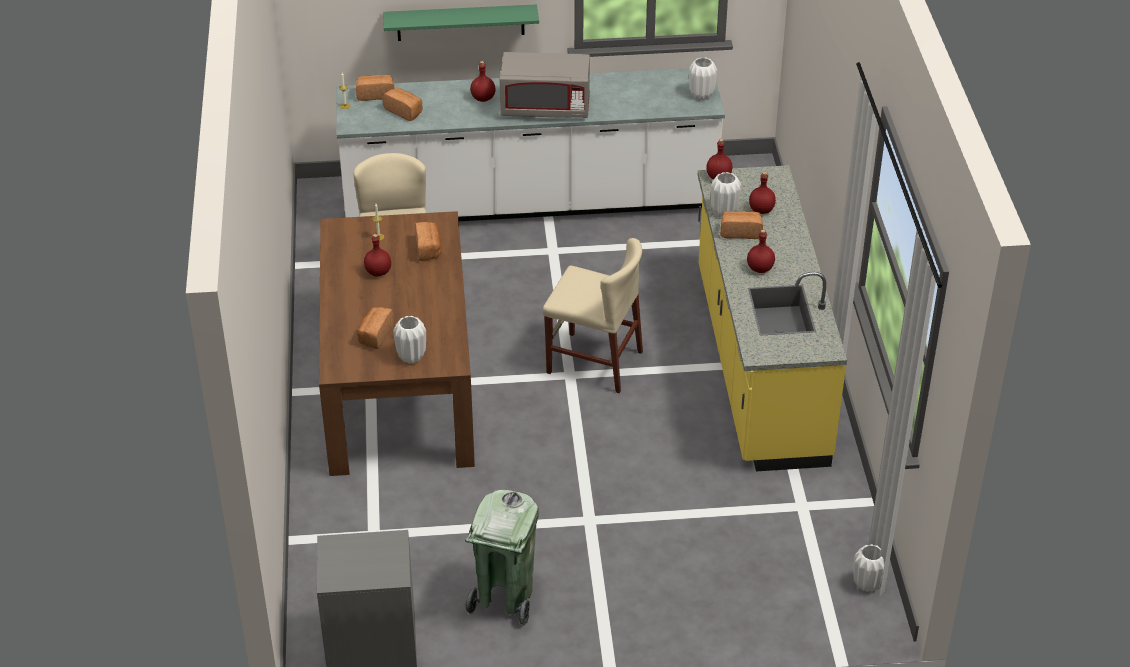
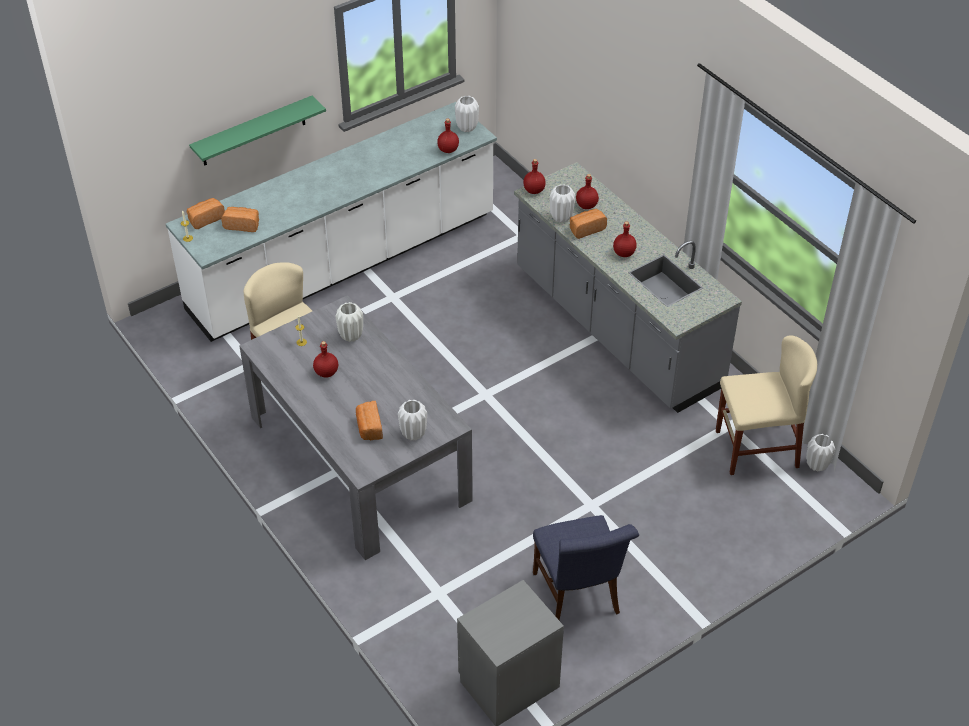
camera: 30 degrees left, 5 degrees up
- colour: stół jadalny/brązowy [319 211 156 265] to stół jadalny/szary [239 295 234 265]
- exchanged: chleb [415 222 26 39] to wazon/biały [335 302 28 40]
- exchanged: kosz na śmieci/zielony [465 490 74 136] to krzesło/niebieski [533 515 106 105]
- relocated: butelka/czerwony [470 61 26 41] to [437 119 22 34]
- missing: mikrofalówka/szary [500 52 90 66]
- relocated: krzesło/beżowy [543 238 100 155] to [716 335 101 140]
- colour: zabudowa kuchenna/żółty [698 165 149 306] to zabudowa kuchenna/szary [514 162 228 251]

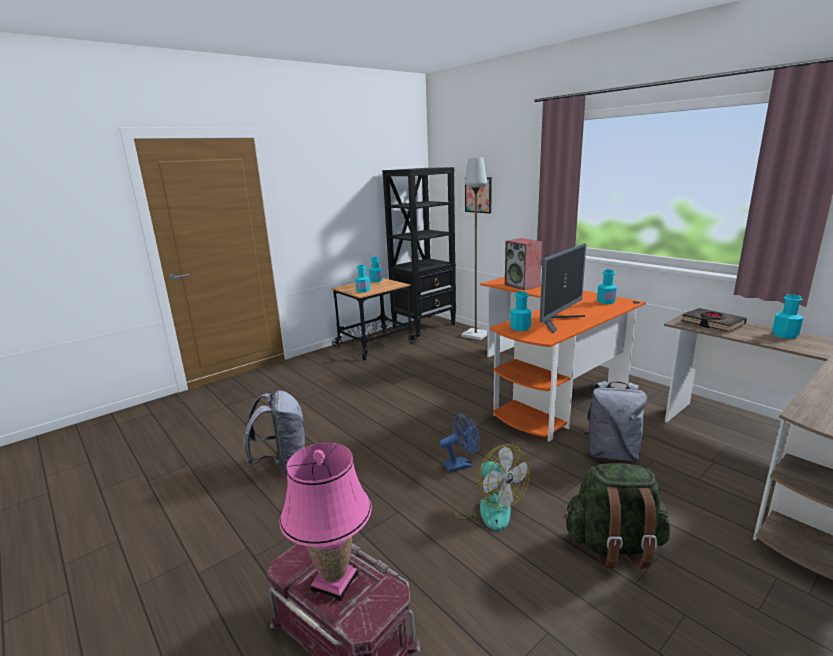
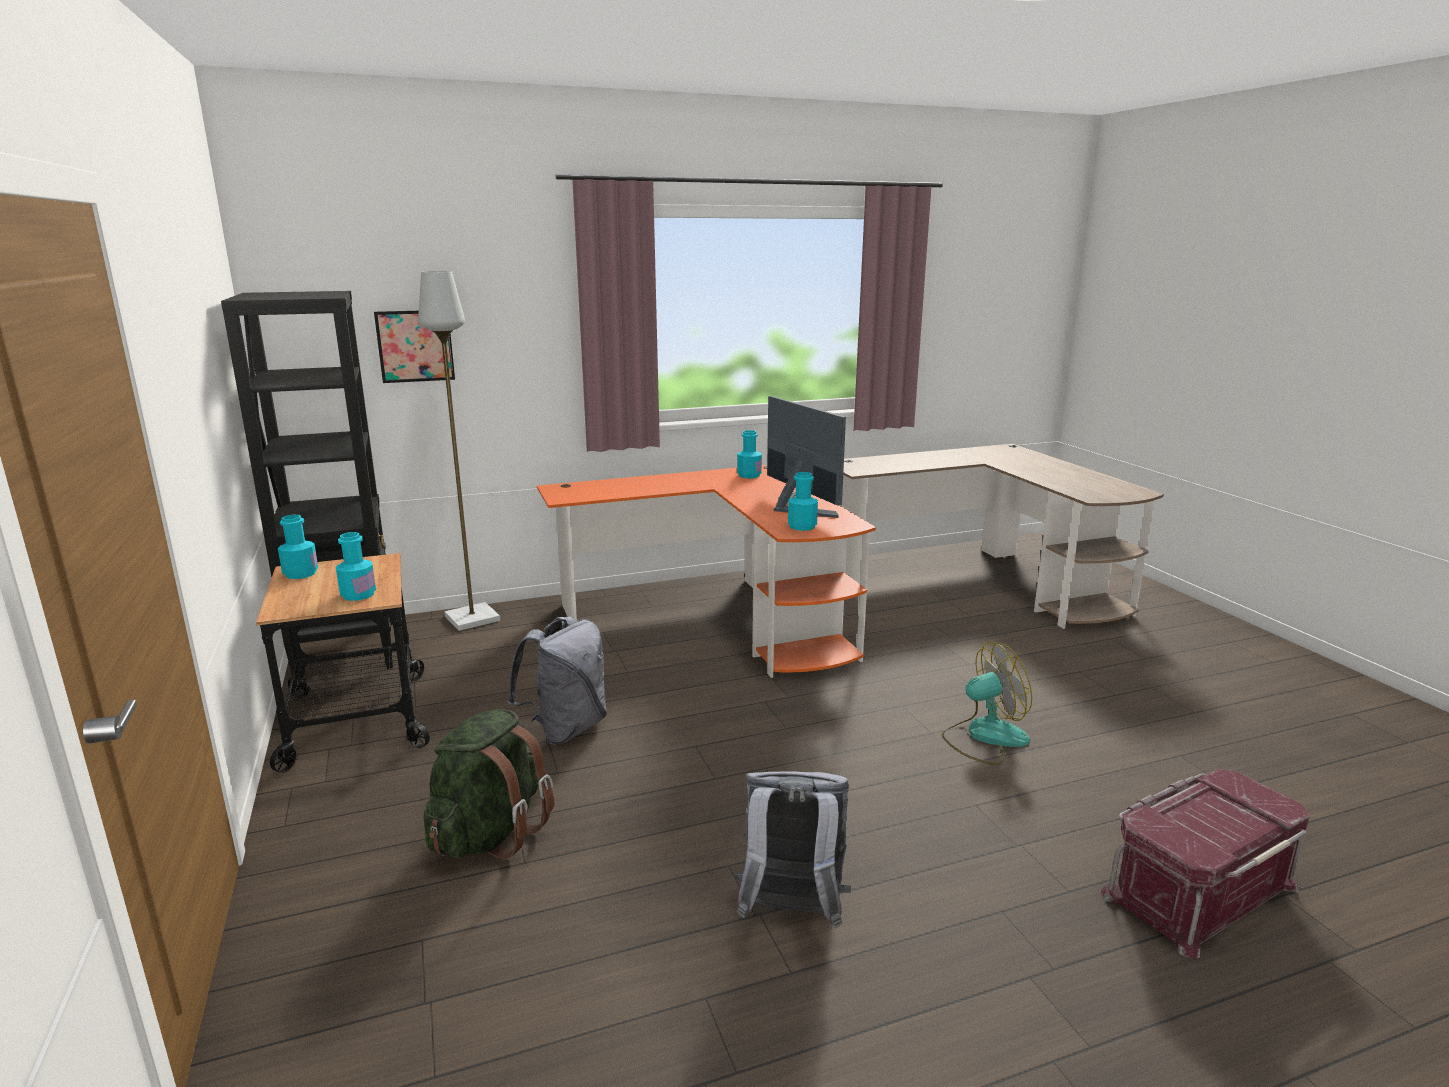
camera: 70 degrees left, 0 degrees up
- missing: lampa stołowa/różowy [279 443 93 158]
- missing: wentylator/niebieski [440 413 40 59]
- missing: głośnik [505 238 37 52]
- relocated: plecak/zielony [564 463 106 106] to [423 709 131 150]
- relocated: plecak/szary [584 381 63 80] to [507 617 100 128]
- missing: książka/czarny [682 308 65 24]
- missing: butelka/turkusowy [772 294 31 44]

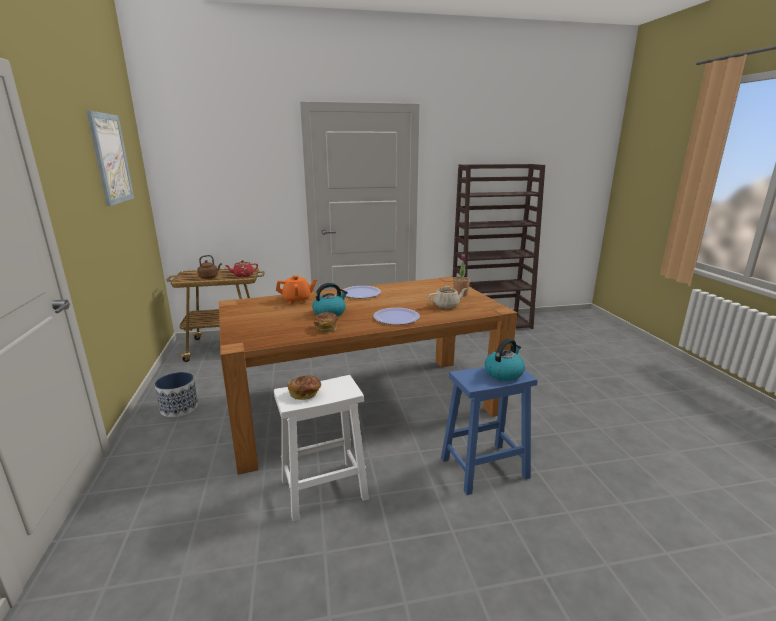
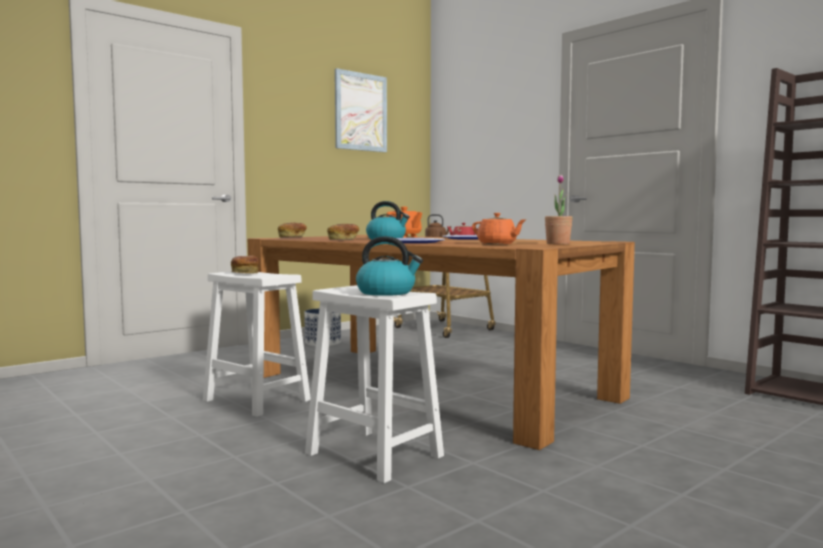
camera: 60 degrees right, 15 degrees down
- colour: imbryk/beżowy [428 286 39 22] to imbryk/pomarańczowy [472 213 55 31]
- colour: stołek/niebieski [441 366 97 129] to stołek/biały [305 285 139 198]
- appeared: chleb [278 223 29 14]

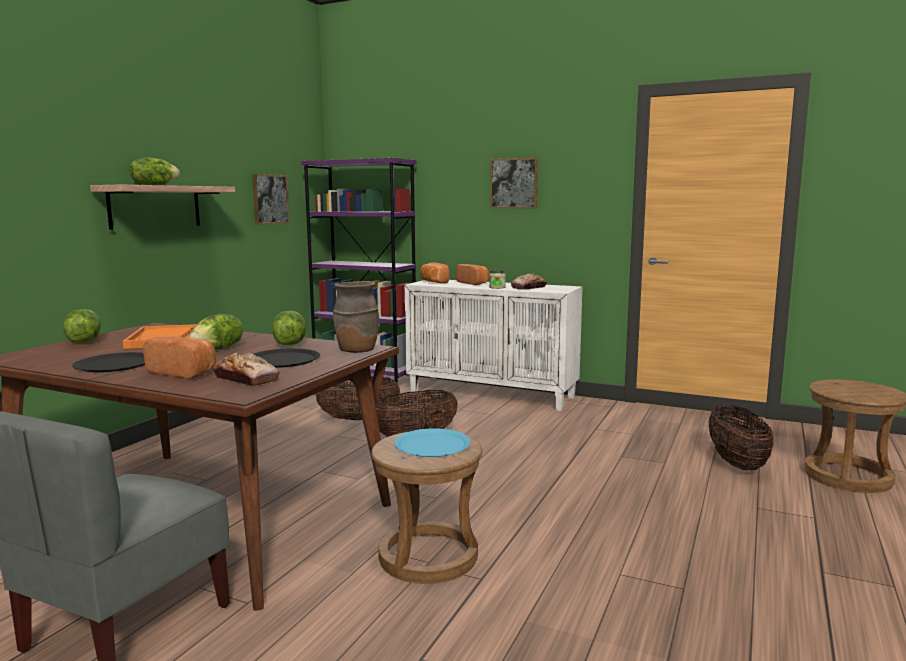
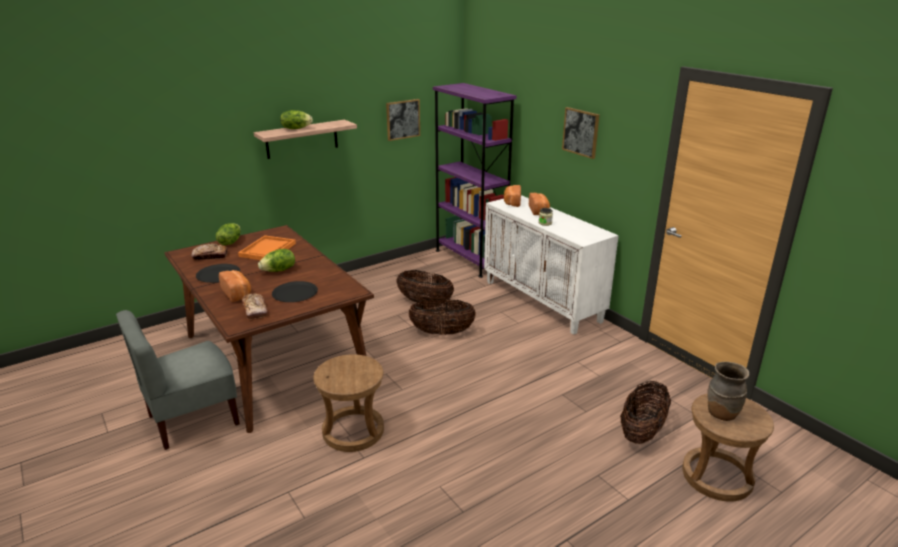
camera: 30 degrees right, 15 degrees up
- missing: sałata [272 311 34 34]
- relocated: wazon/brązowy [333 281 46 72] to [707 362 42 59]
- missing: talerz/niebieski [394 428 77 29]
- relocated: chleb [511 273 36 17] to [191 243 36 17]

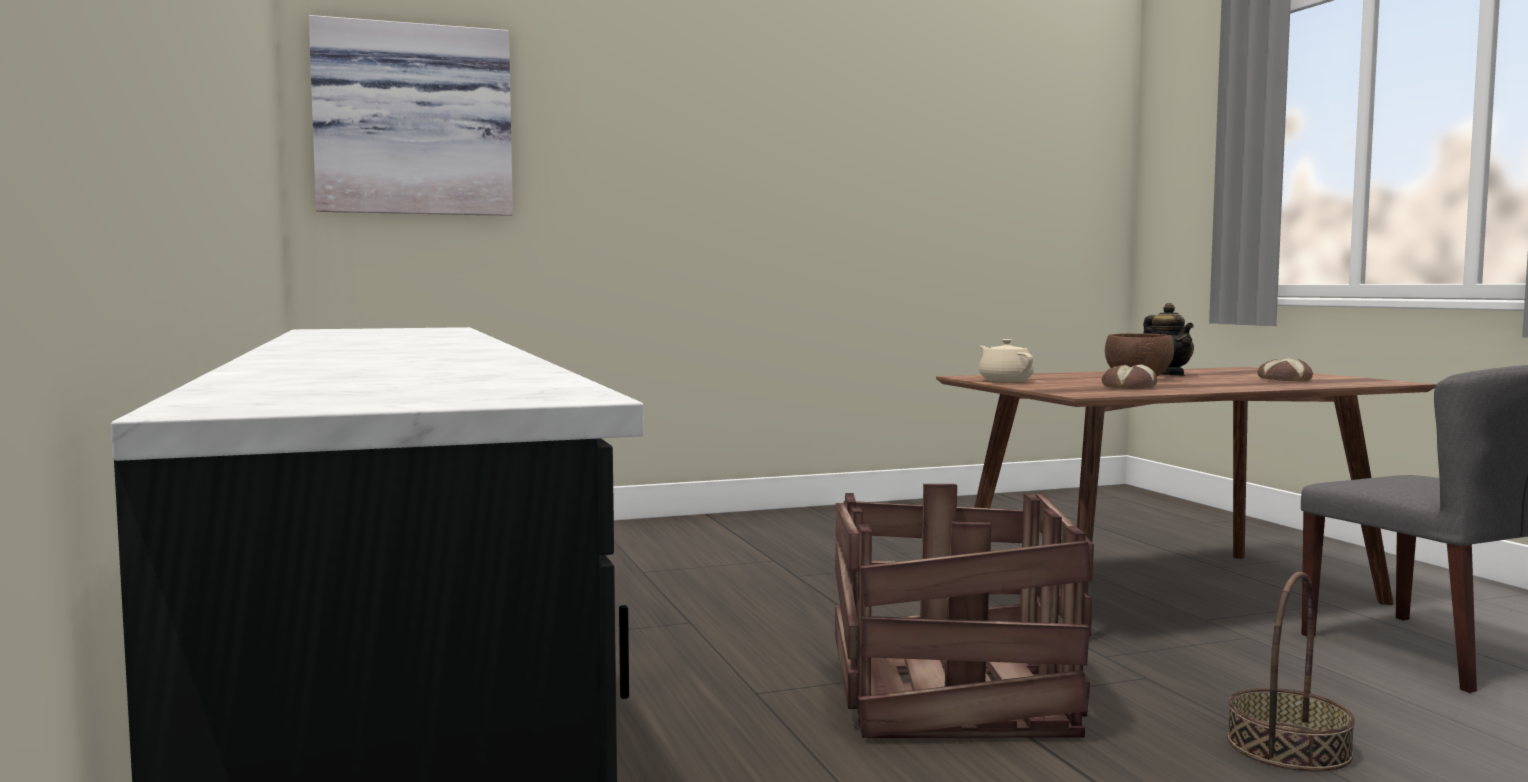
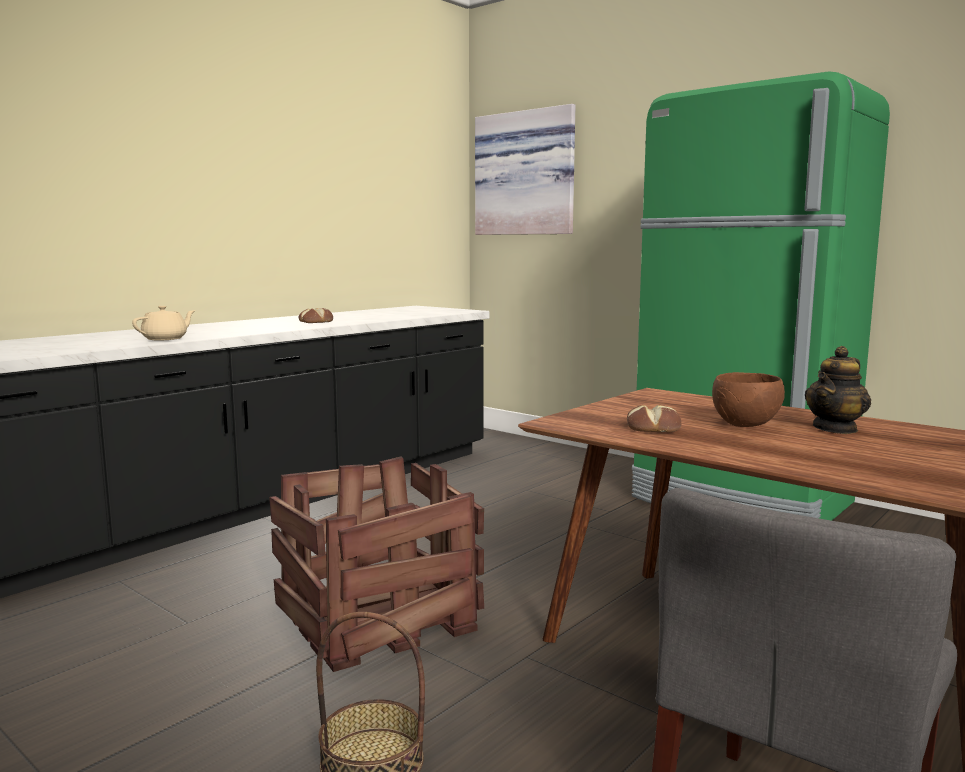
camera: 60 degrees right, 5 degrees up
- relocated: imbryk/beżowy [979 339 55 43] to [132 306 64 34]
- relocated: chleb [1258 358 55 23] to [299 308 34 15]
- appeared: lodówka/zielony [632 71 258 450]

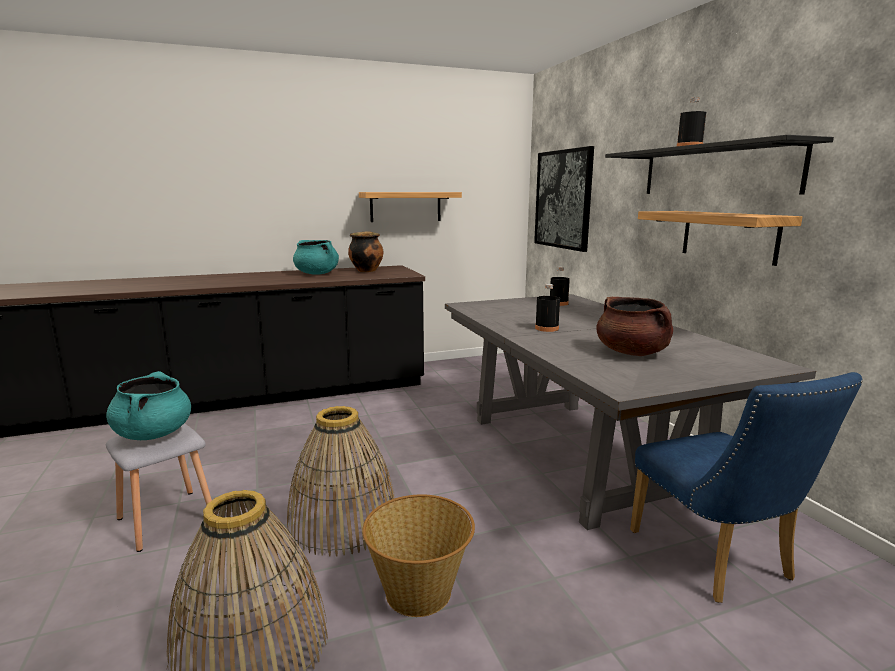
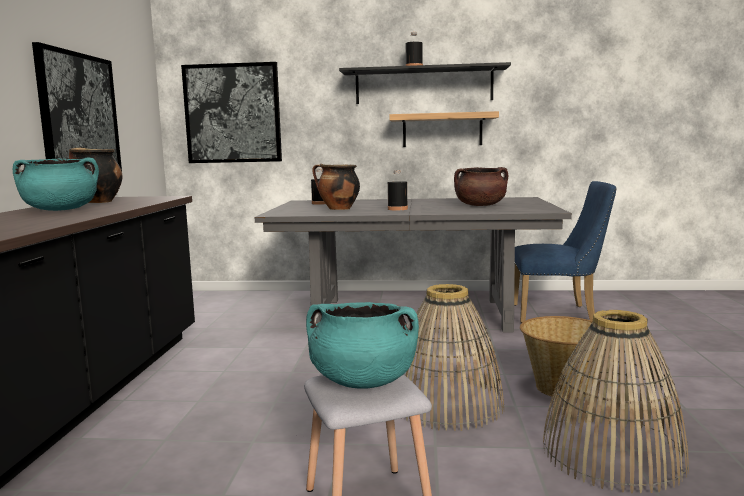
camera: 65 degrees left, 5 degrees down
- exchanged: półka [359 192 103 30] to obraz [32 42 90 129]
- appeared: garnek [312 164 48 46]

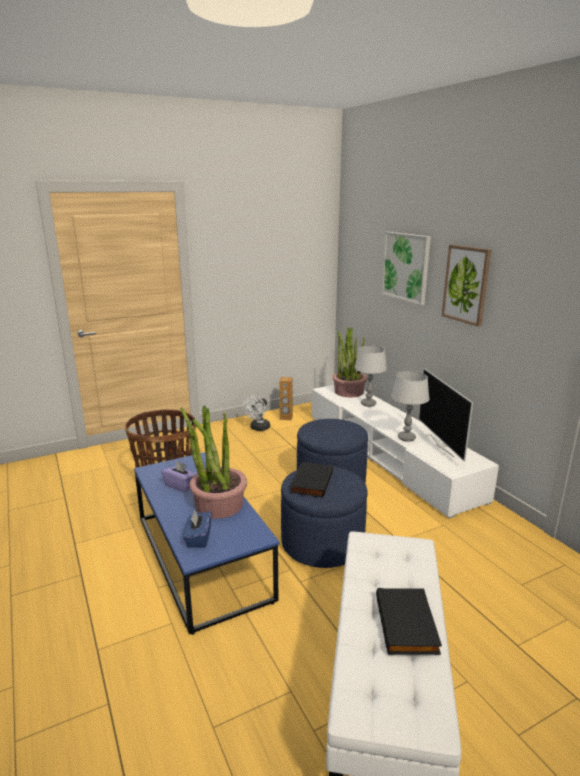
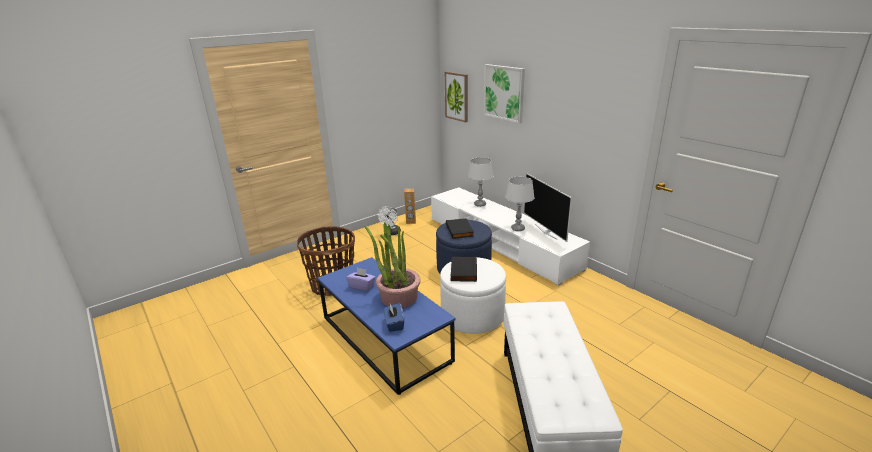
camera: 10 degrees left, 5 degrees up
- colour: pufa/niebieski [281 466 87 102] to pufa/biały [440 257 66 77]
- missing: roślina doniczkowa [332 327 35 70]
- relocated: książka/czarny [376 588 66 67] to [446 218 28 21]
- relocated: obraz [442 245 49 82] to [445 71 23 51]

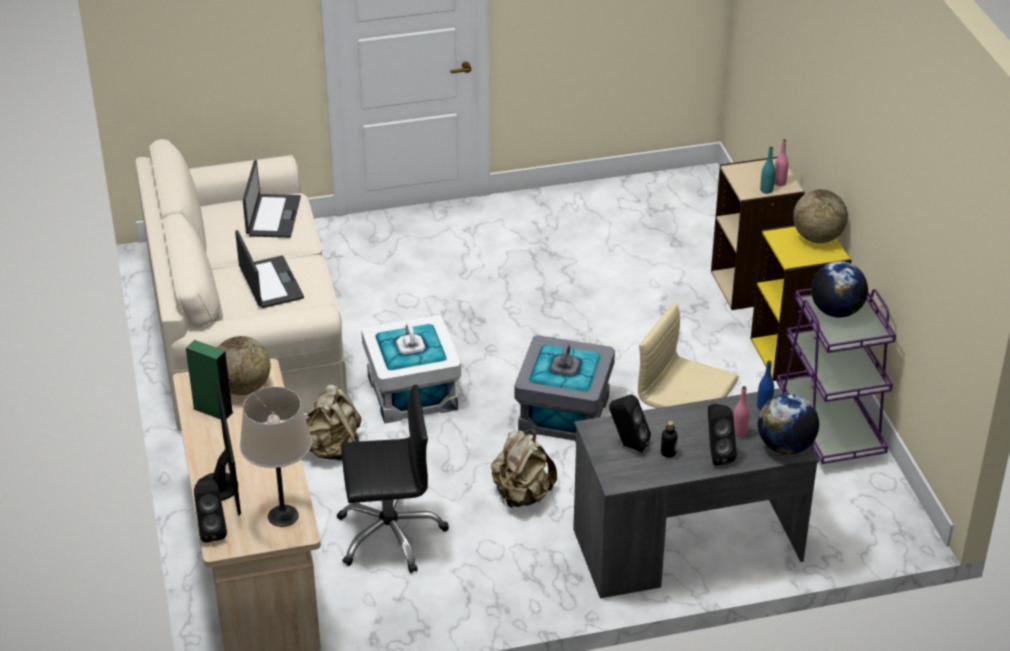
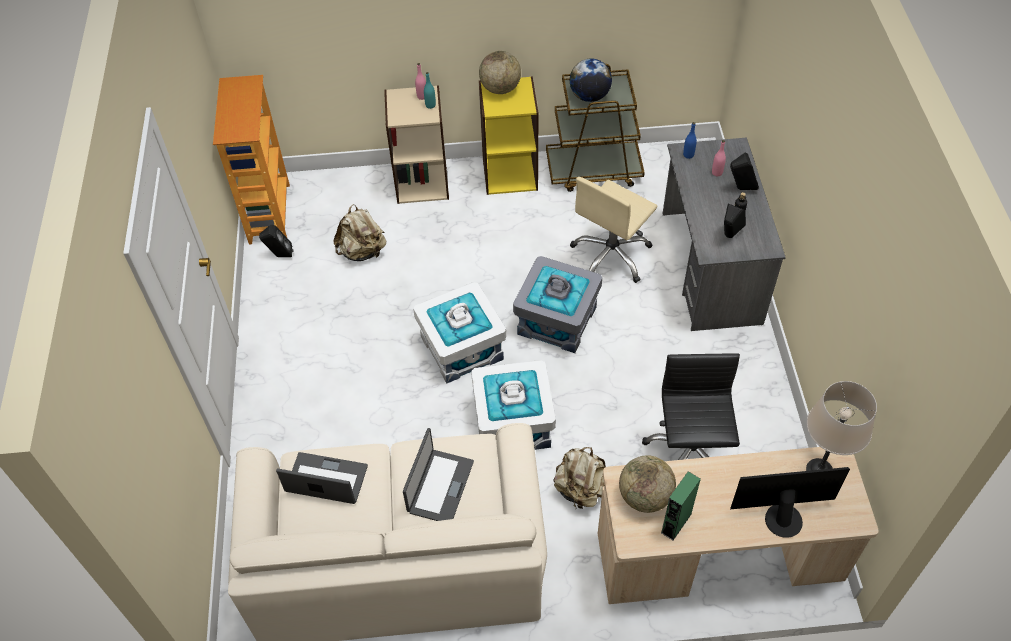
camera: 80 degrees left, 15 degrees up
- relocated: głośnik/czarny [194 477 33 65] to [259 225 35 32]
- spun: laptop [235 230 69 78] = [403 428 71 93] 120 degrees clockwise
- relocated: plecak/beżowy [491 429 66 79] to [333 204 53 57]
- missing: globus [758 394 61 60]
- colour: wózek/fioletowy [776 288 120 176] to wózek/brązowy [546 64 99 128]
- appeared: regał [213 75 77 169]
- appeared: pojemnik do przechowywania/biały [413 282 93 101]

